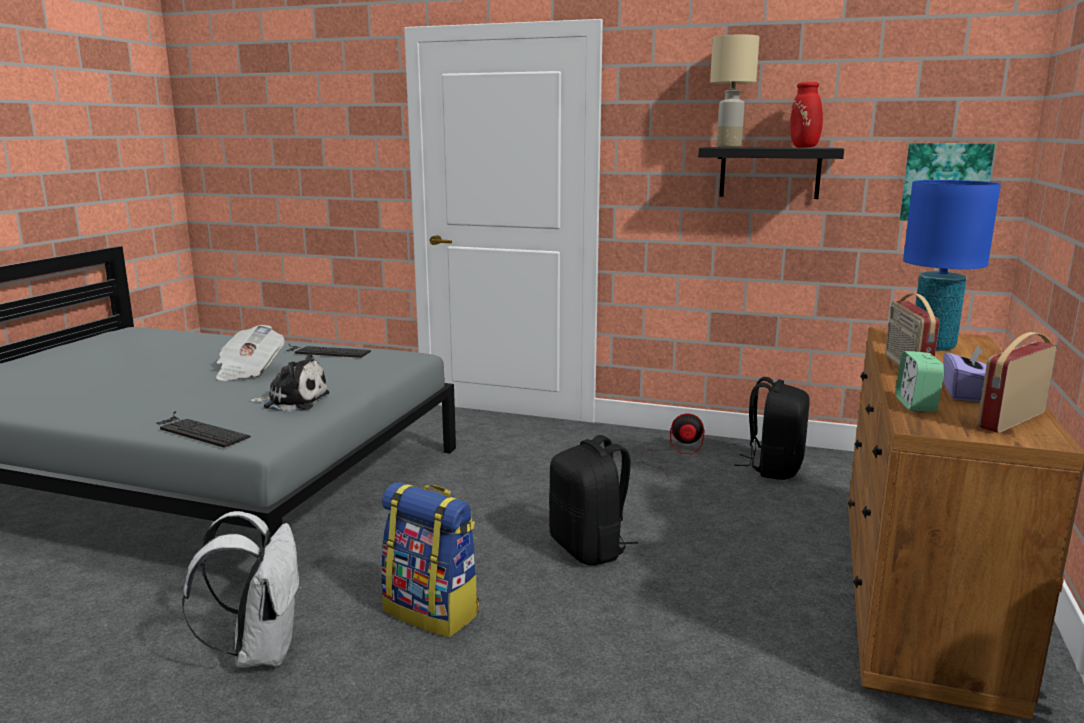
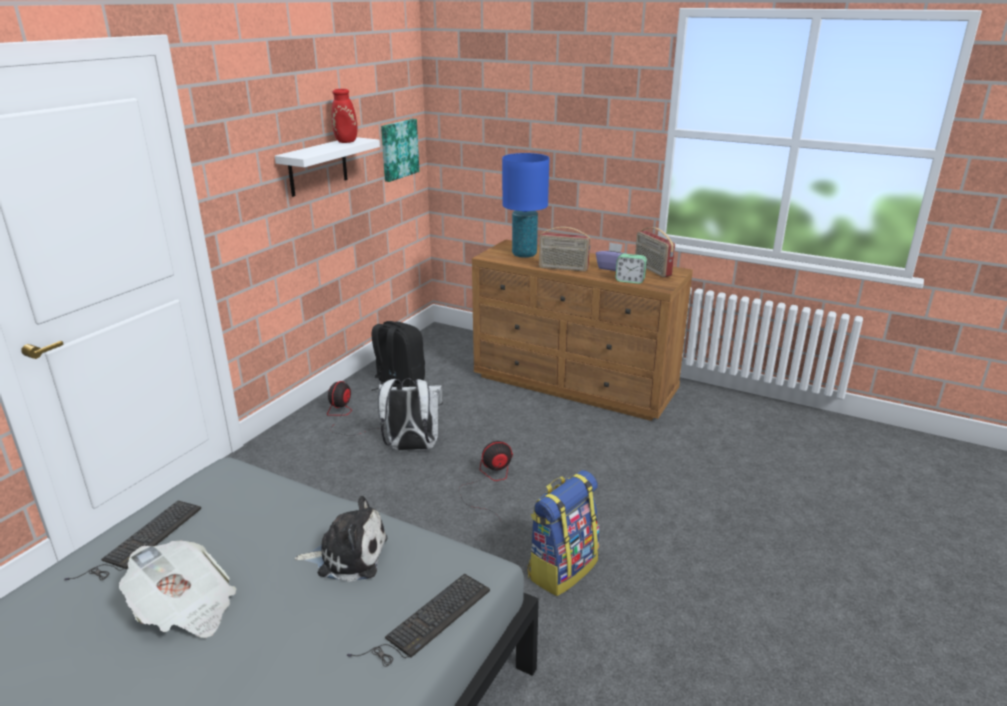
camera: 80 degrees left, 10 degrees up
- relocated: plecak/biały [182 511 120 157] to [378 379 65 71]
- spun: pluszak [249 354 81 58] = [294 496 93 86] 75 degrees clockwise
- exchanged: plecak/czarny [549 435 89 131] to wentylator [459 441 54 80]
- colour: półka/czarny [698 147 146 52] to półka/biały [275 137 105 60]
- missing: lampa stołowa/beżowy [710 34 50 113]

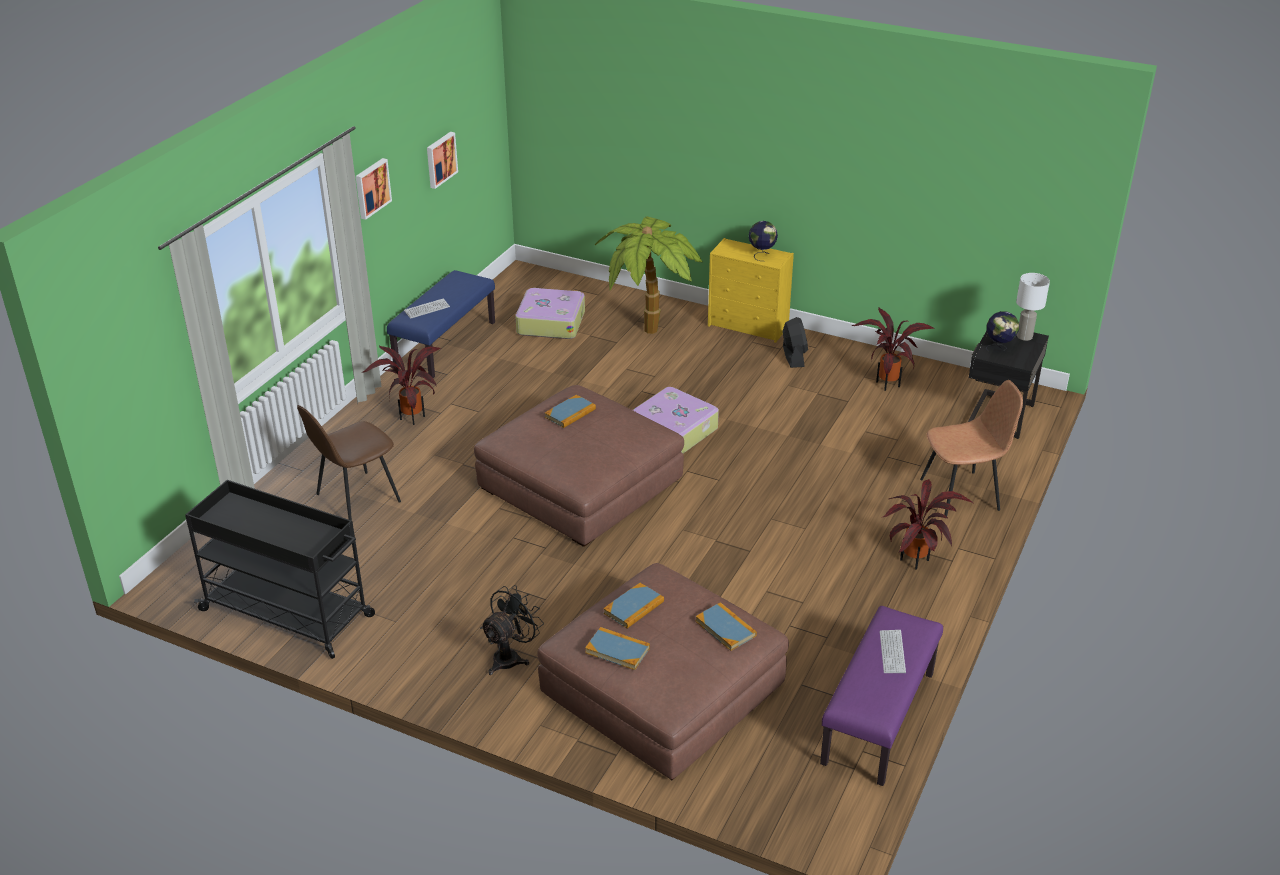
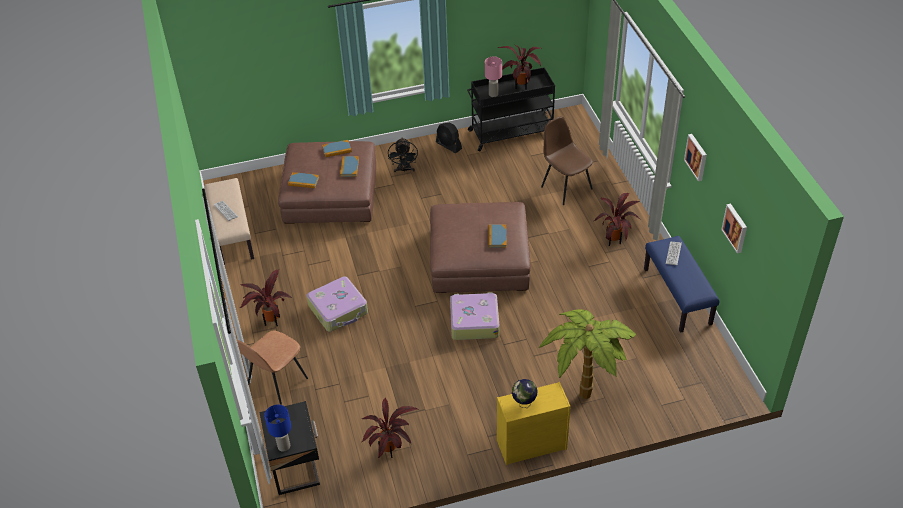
camera: 140 degrees right, 10 degrees up
- spun: krzesło/brązowy [297 405 104 116] = [541 117 52 88] 45 degrees counterclockwise
- relocated: walizka [515 288 70 51] to [307 276 61 56]
- relocated: wentylator/czarny [782 317 26 51] to [436 123 26 30]
- colour: ławka/fioletowy [820 606 123 180] to ławka/beżowy [204 178 50 87]
- missing: globus [986 311 33 40]
- colour: lampa stołowa/biały [1016 273 34 68] to lampa stołowa/niebieski [264 405 27 47]
- appeared: lampa stołowa/różowy [485 57 17 40]
- appeared: roślina doniczkowa [497 45 44 45]

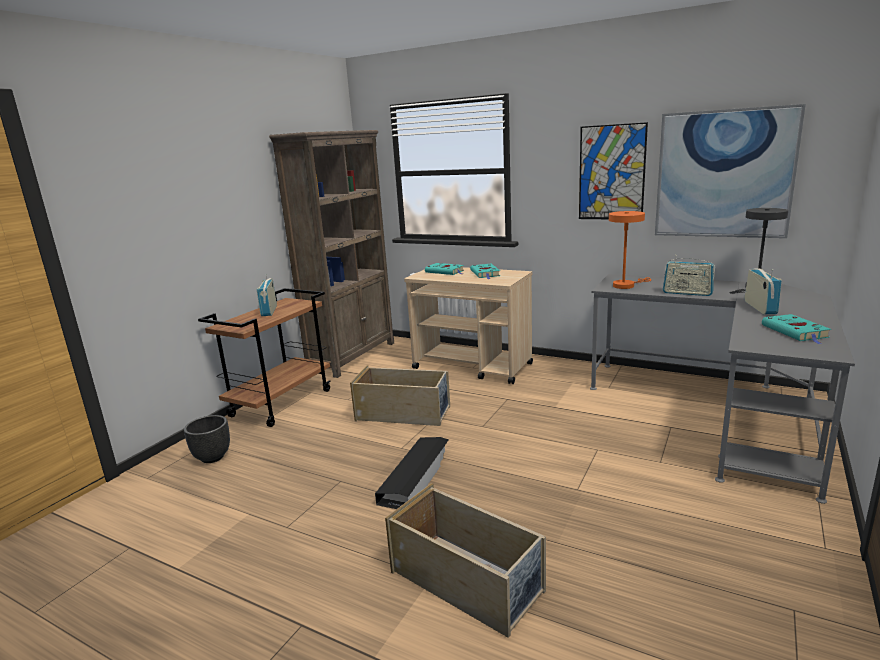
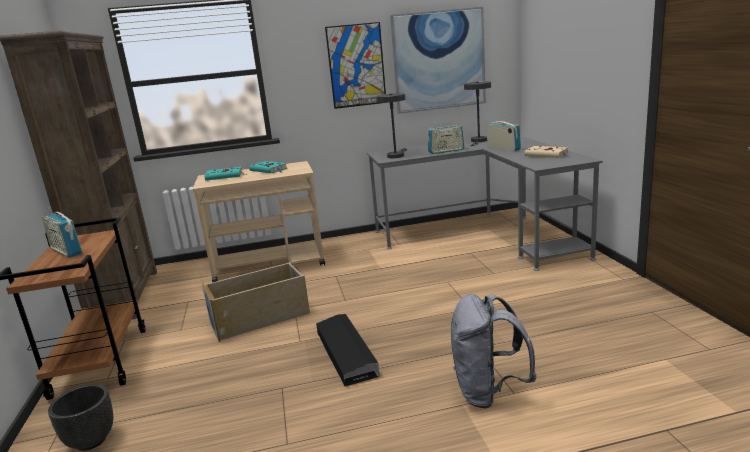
camera: 40 degrees left, 0 degrees up
- exchanged: pojemnik do przechowywania/beżowy [385 483 161 155] to plecak/szary [451 294 86 114]
- colour: lampa stołowa/pomarańczowy [609 211 42 78] to lampa stołowa/szary [376 93 31 65]
- colour: książka/turkusowy [762 314 69 30] to książka/beżowy [525 146 44 12]

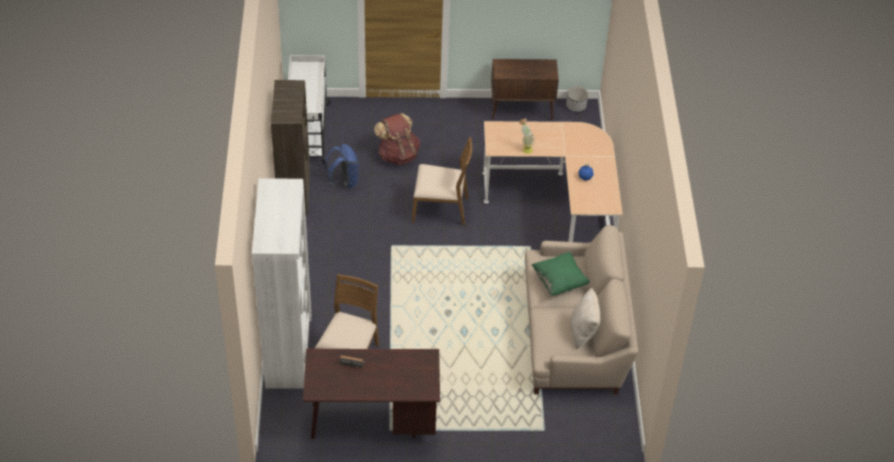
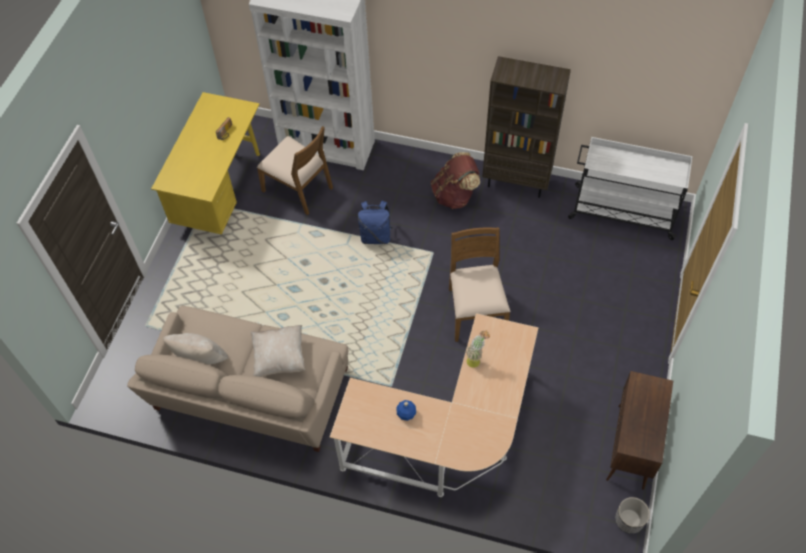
camera: 110 degrees right, 10 degrees up
- colour: biurko/brązowy [303 349 137 90] to biurko/żółty [151 92 109 143]
- relocated: plecak/niebieski [324 144 35 45] to [358 201 35 43]
- relocated: plecak/brązowy [374 113 46 52] to [431 152 49 57]
- spun: krzesło/brązowy [412 137 60 88] = [449 227 62 115] 150 degrees clockwise
- colour: poduszka/zielony [532 252 58 44] to poduszka/beżowy [251 325 54 52]

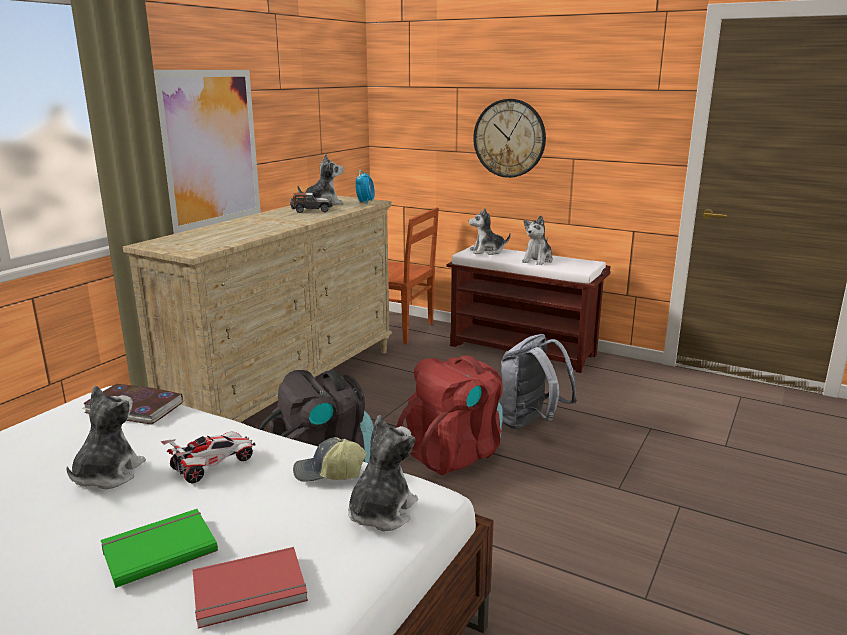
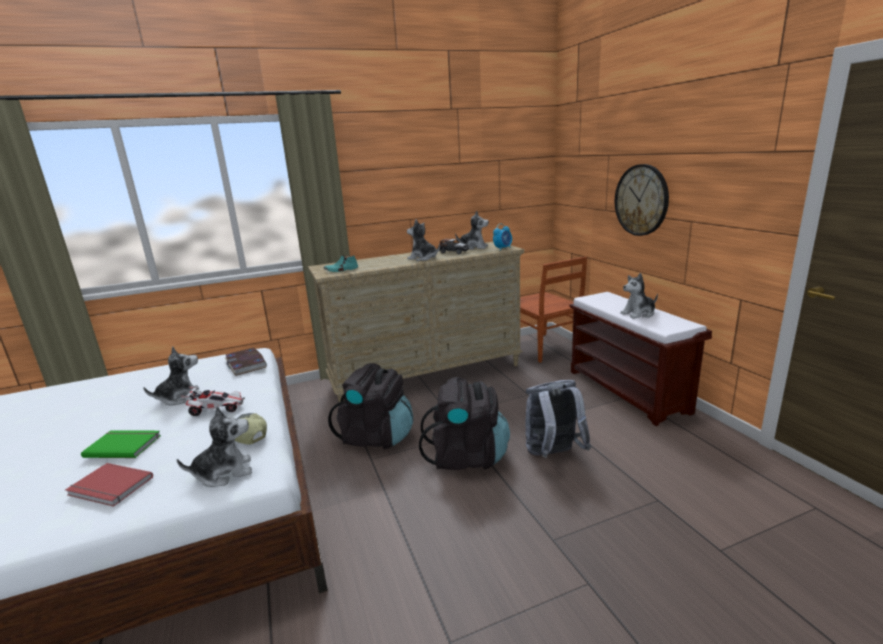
camera: 40 degrees right, 0 degrees up
- missing: obraz [154 70 107 164]
- colour: plecak/czerwony [396 355 107 120] to plecak/czarny [419 377 91 93]
- relocated: pluszak [469 208 42 47] to [407 219 33 42]
- appeared: but/turkusowy [323 255 35 17]

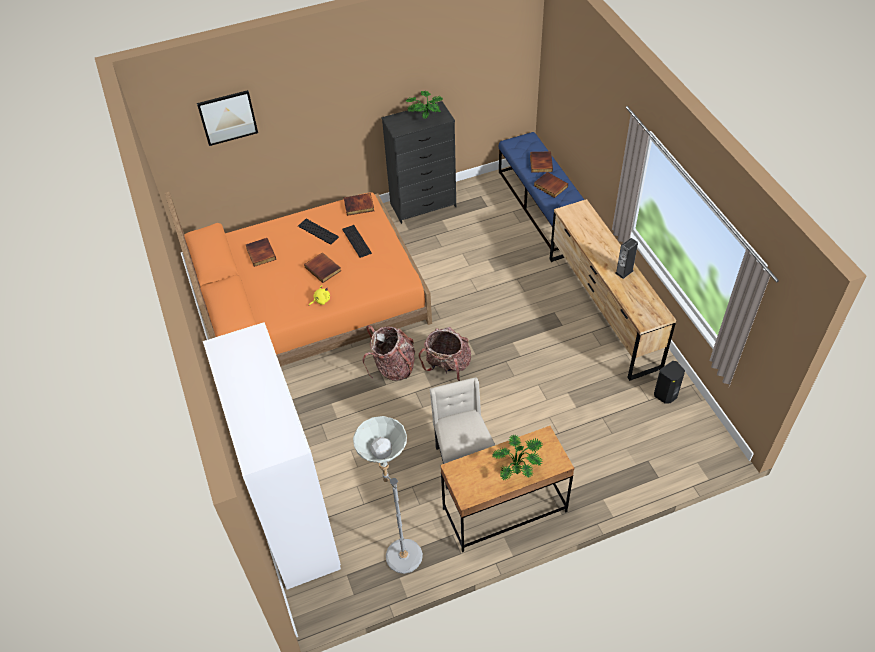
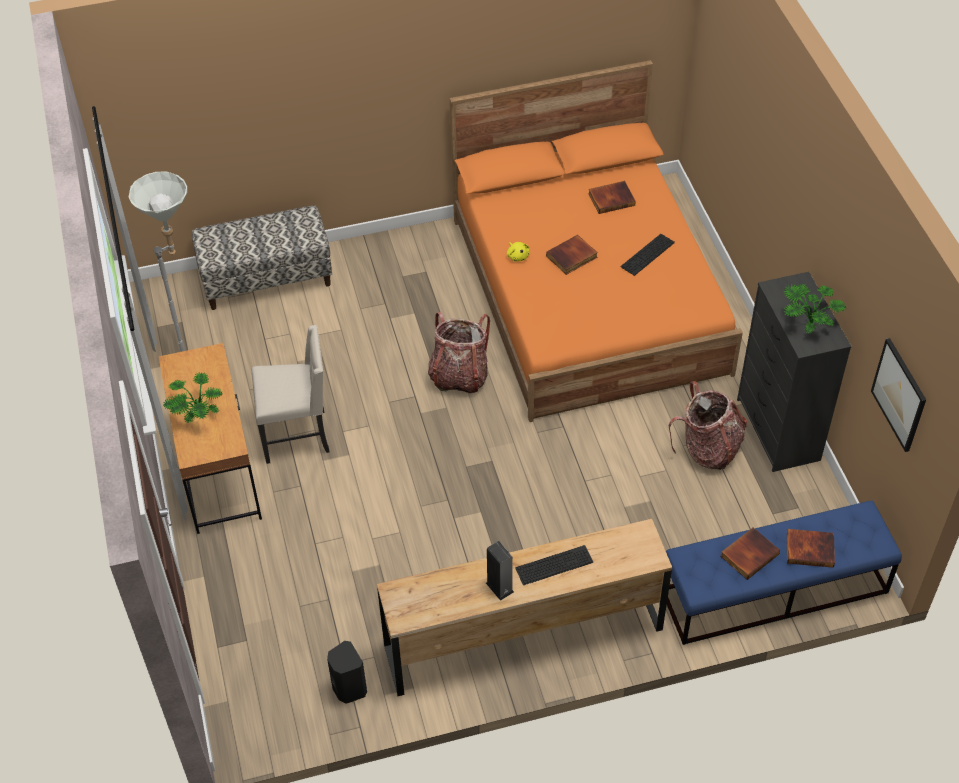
camera: 95 degrees right, 0 degrees up
- relocated: obraz [197 90 61 56] to [871 338 55 114]
- exchanged: szafa/biały [203 322 138 267] to ławka [192 206 140 104]
- relocated: klawiatura [342 225 30 33] to [515 545 78 40]
- missing: książka [343 193 31 23]
- relocated: plecak [419 327 52 54] to [669 381 78 89]

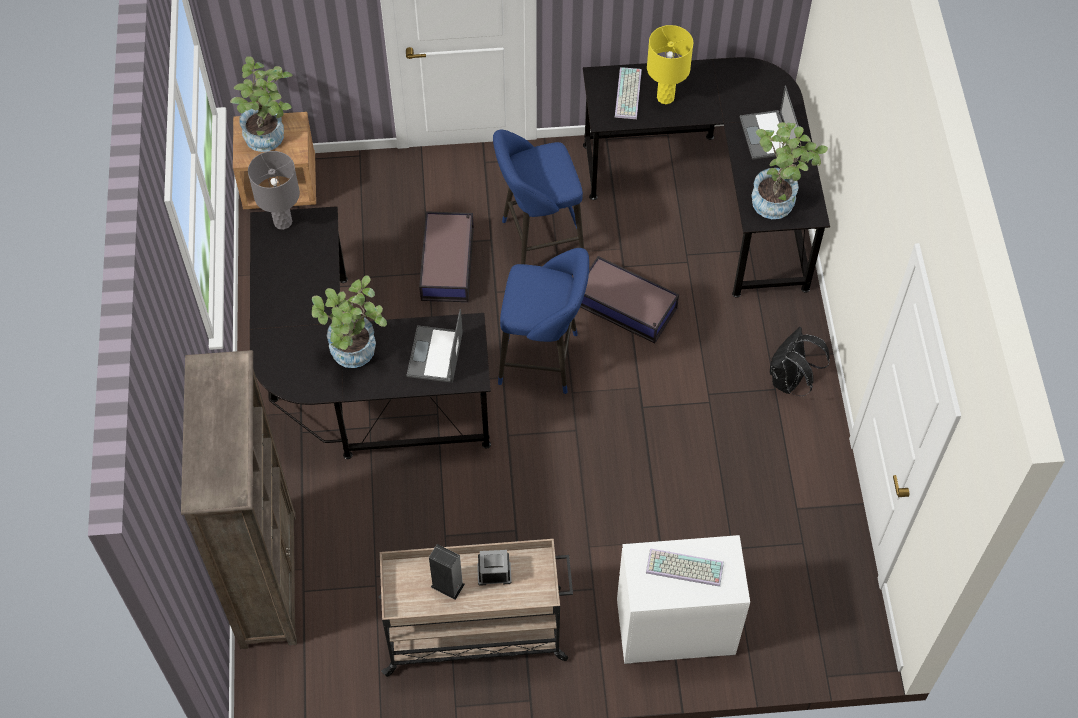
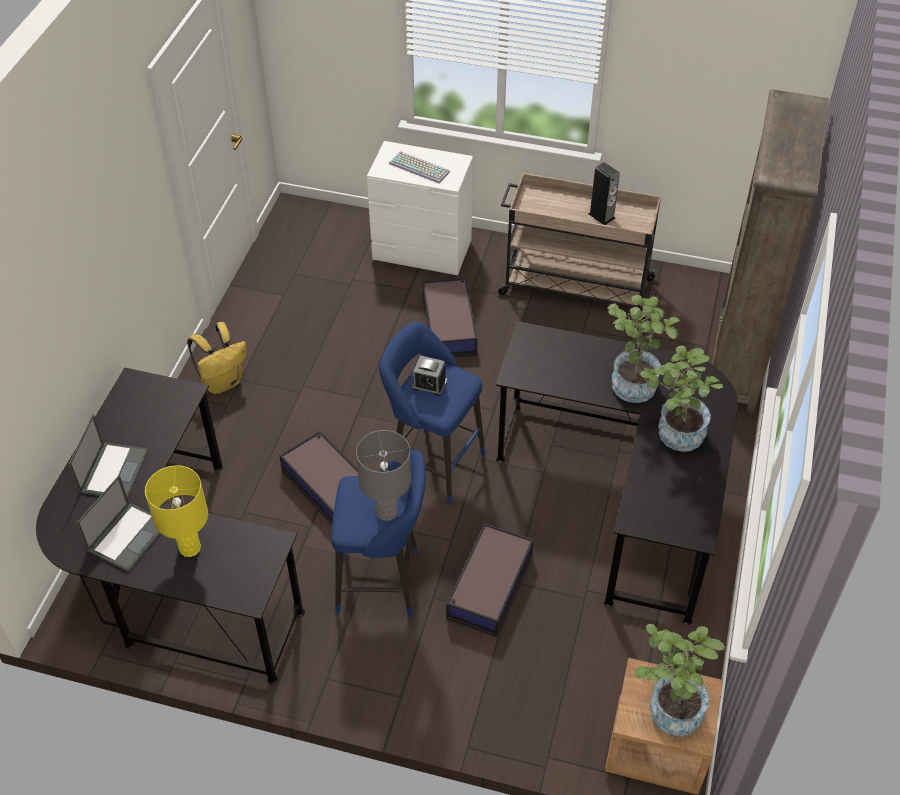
camera: 160 degrees left, 10 degrees down
- relocated: lampa stołowa/szary [248 151 52 79] to [356 430 55 91]
- relocated: laptop [406 309 57 74] to [76 475 85 97]
- relocated: budzik [477 550 34 36] to [412 355 35 41]
- missing: klawiatura [615 67 27 52]
- relocated: roślina doniczkowa [751 122 77 97] to [640 345 83 107]
- colour: plecak/czarny [770 327 60 69] to plecak/żółty [187 322 60 72]
- appeared: pojemnik do przechowywania [422 278 56 79]

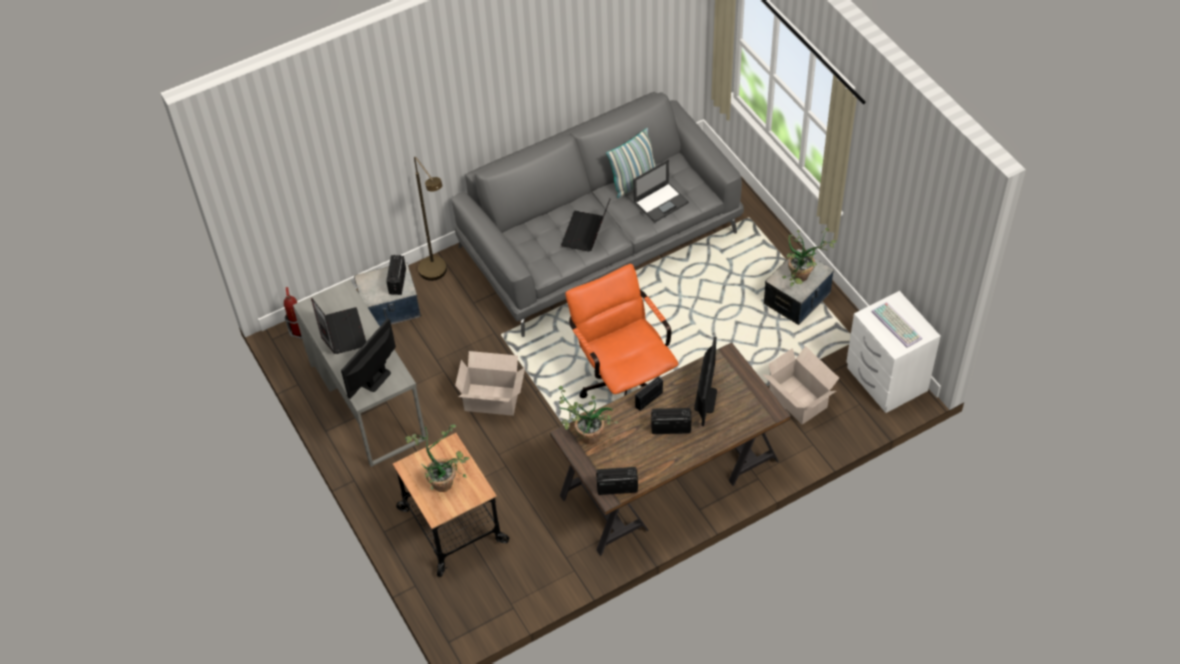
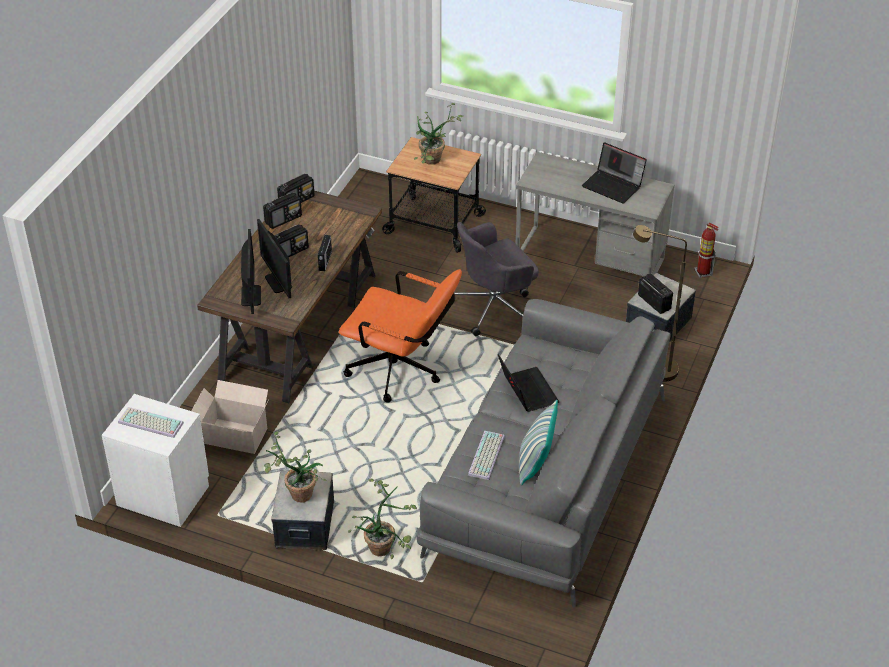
camera: 140 degrees right, 10 degrees down
- relocated: monitor [341 318 55 81] to [241 229 20 85]
- exchanged: karton [455 351 70 65] to krzesło biurowe/szary [454 222 85 114]
- relocated: roślina doniczkowa [558 386 61 59] to [348 479 69 80]
- exchanged: laptop [634 159 55 64] to klawiatura [468 431 37 49]
- appeared: radio [263 193 39 36]

